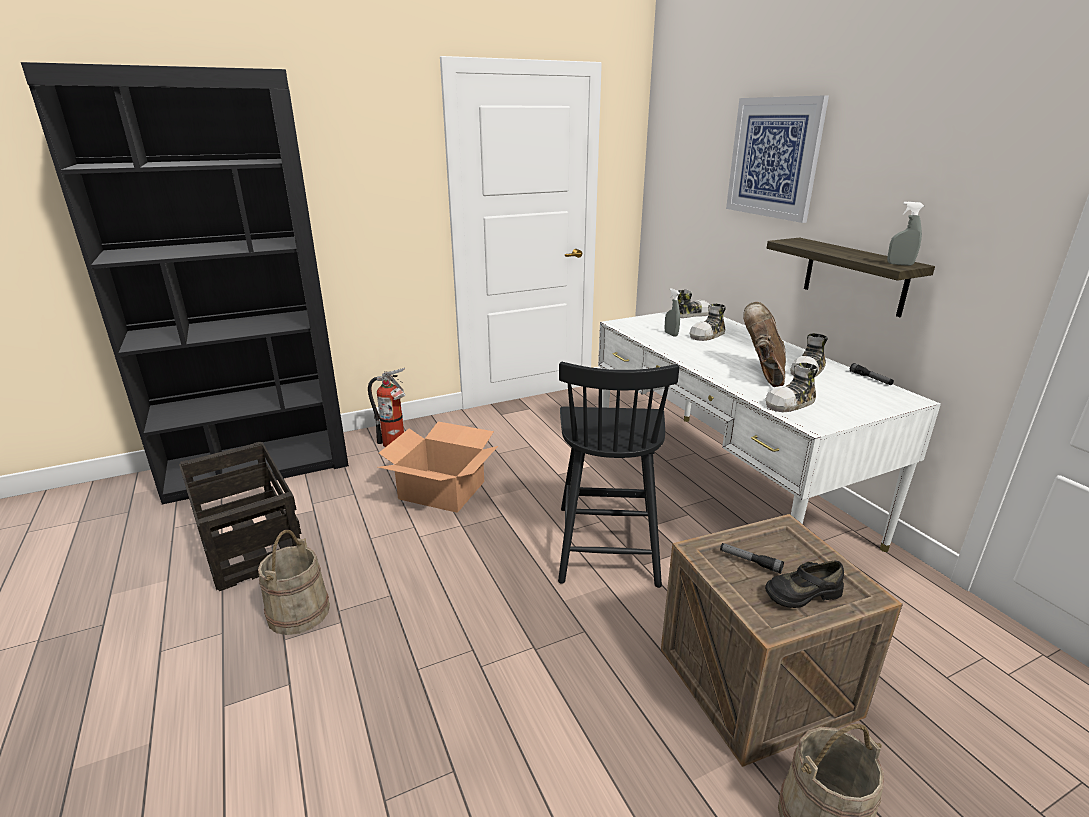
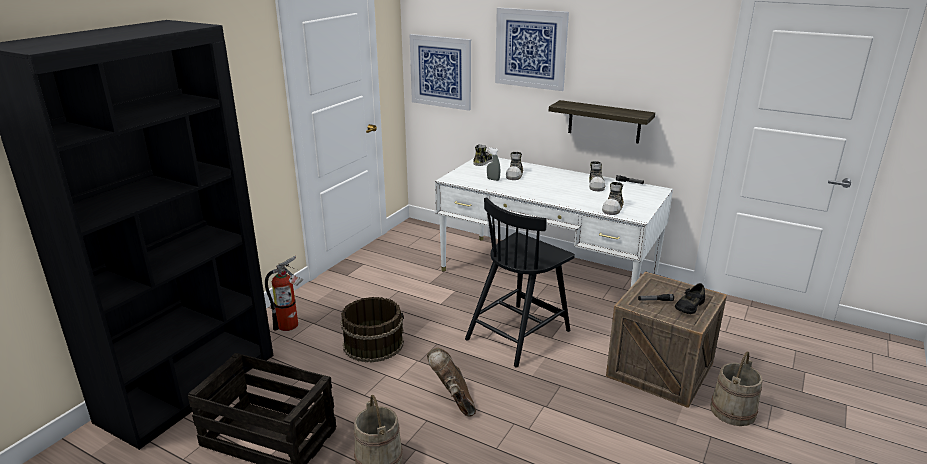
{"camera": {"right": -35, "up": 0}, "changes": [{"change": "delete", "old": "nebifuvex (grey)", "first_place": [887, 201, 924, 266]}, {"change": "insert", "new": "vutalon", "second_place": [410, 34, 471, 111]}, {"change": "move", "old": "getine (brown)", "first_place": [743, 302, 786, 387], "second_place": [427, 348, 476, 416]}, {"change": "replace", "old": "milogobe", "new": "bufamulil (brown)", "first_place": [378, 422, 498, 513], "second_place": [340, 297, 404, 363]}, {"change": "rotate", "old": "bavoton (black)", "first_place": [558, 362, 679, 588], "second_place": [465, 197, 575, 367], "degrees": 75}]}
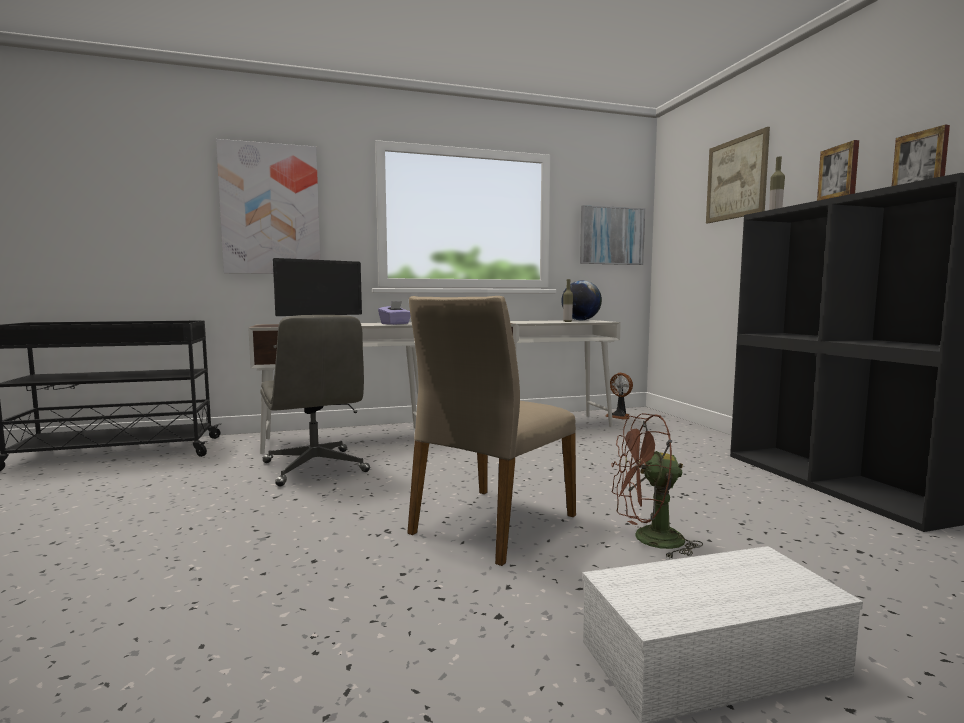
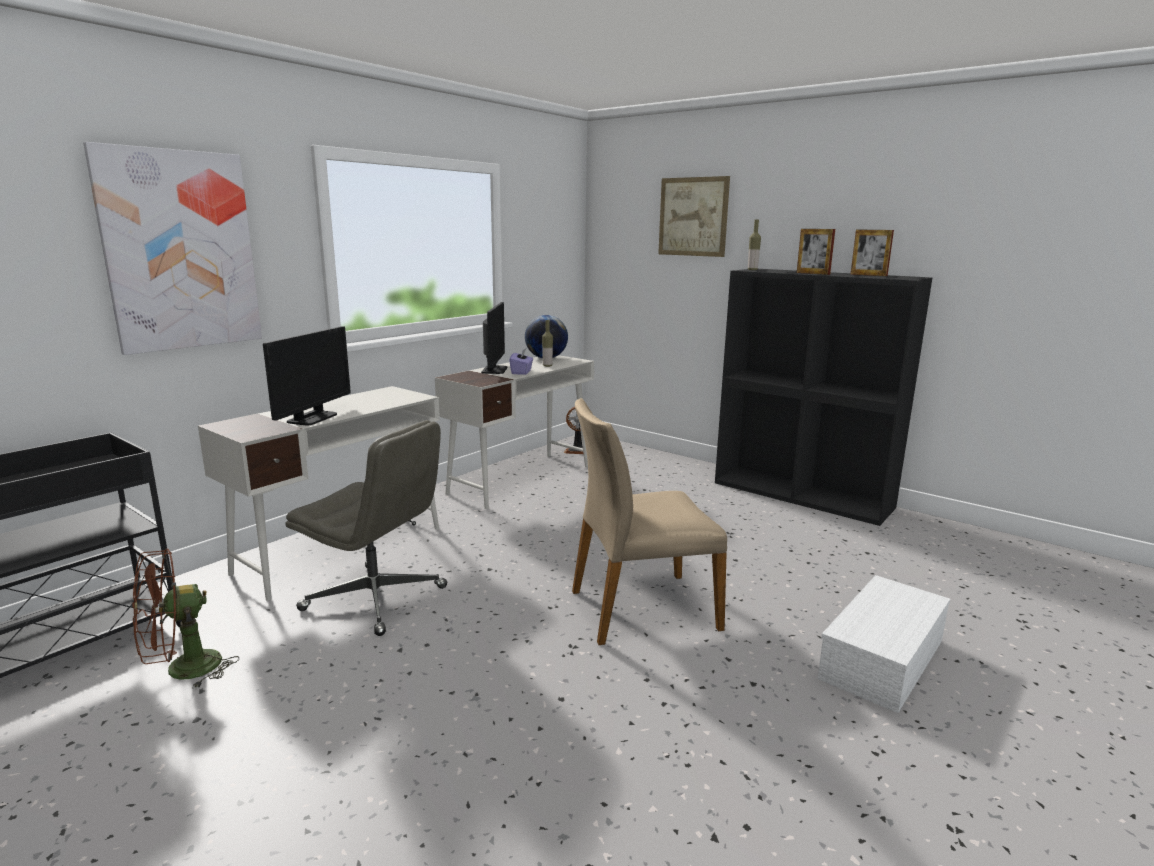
{"camera": {"right": -35, "up": 10}, "changes": [{"change": "delete", "old": "vutalon", "first_place": [580, 205, 645, 265]}, {"change": "insert", "new": "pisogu", "second_place": [481, 302, 508, 374]}, {"change": "move", "old": "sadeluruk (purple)", "first_place": [378, 301, 410, 325], "second_place": [509, 349, 533, 375]}, {"change": "move", "old": "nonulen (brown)", "first_place": [611, 413, 703, 559], "second_place": [132, 548, 239, 689]}, {"change": "rotate", "old": "bavoton (beige)", "first_place": [407, 296, 576, 566], "second_place": [572, 398, 727, 645], "degrees": 75}]}
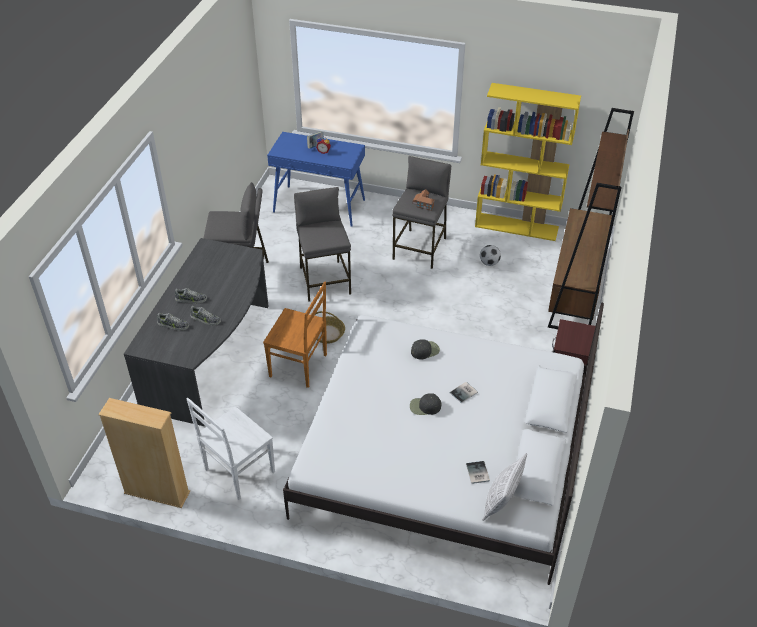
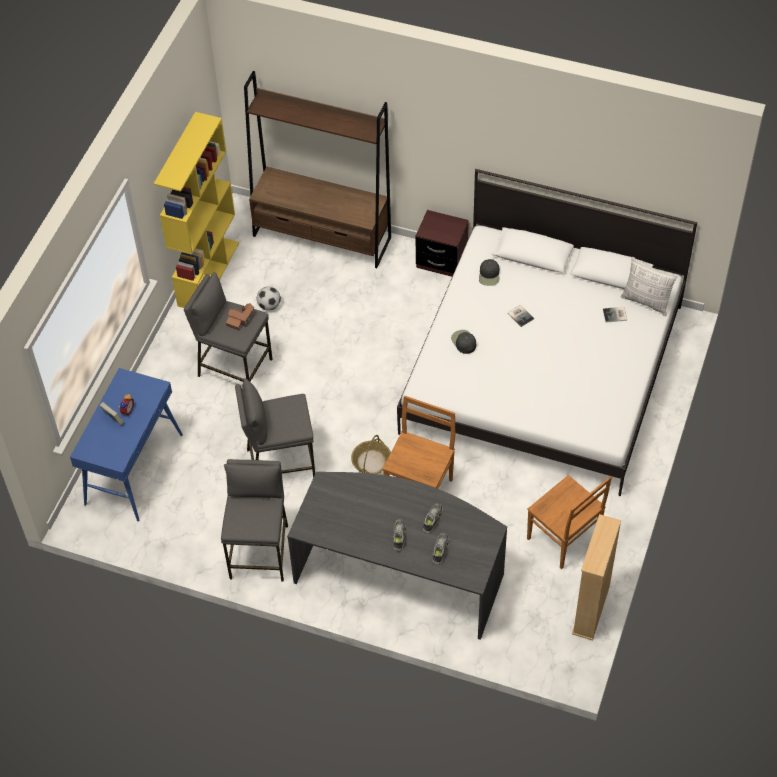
{"camera": {"right": -85, "up": 10}, "changes": [{"change": "move", "old": "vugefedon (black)", "first_place": [410, 393, 441, 415], "second_place": [479, 259, 499, 286]}, {"change": "recolor", "old": "bavoton (white)", "new": "bavoton (brown)", "first_place": [187, 398, 275, 500], "second_place": [527, 475, 612, 569]}]}
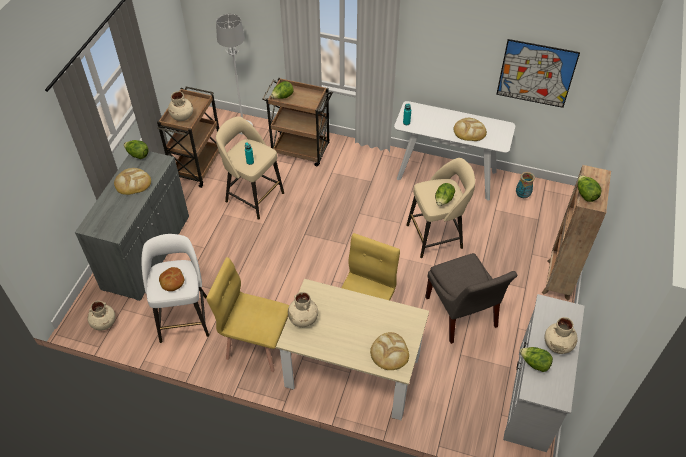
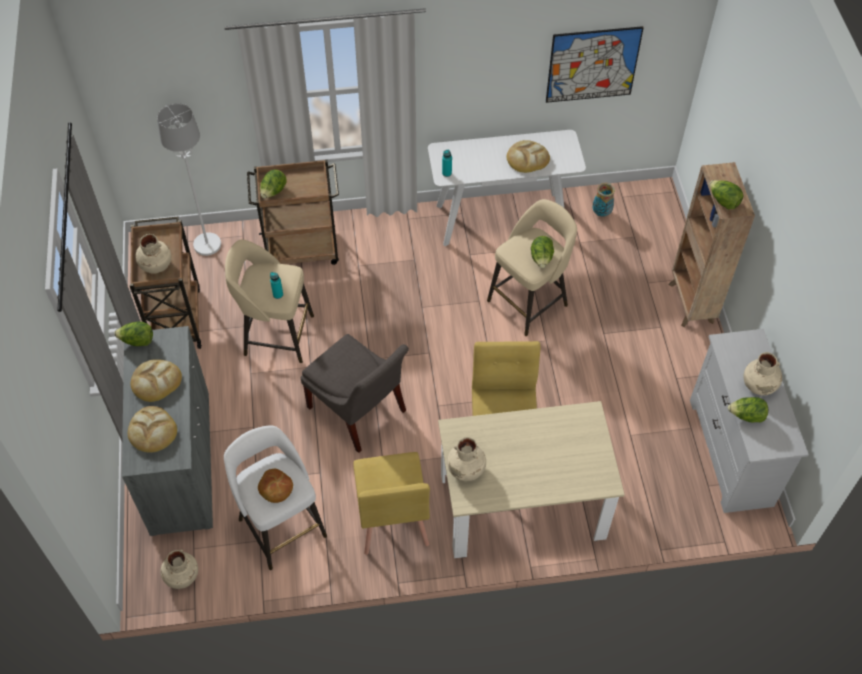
{"camera": {"right": -25, "up": 5}, "changes": [{"change": "move", "old": "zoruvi", "first_place": [370, 332, 409, 370], "second_place": [128, 406, 177, 452]}, {"change": "move", "old": "bavoton (grey)", "first_place": [425, 253, 517, 344], "second_place": [301, 334, 409, 453]}, {"change": "rotate", "old": "bavoton (yellow)", "first_place": [206, 257, 289, 372], "second_place": [353, 452, 430, 555], "degrees": -90}]}
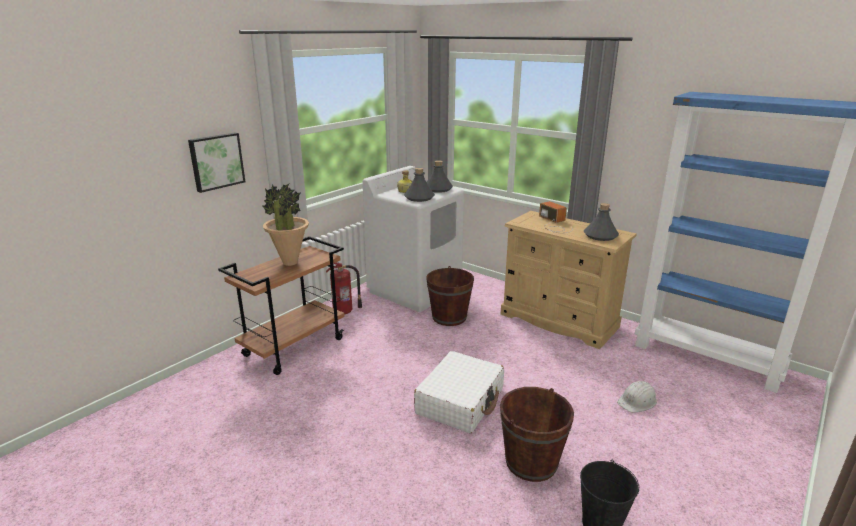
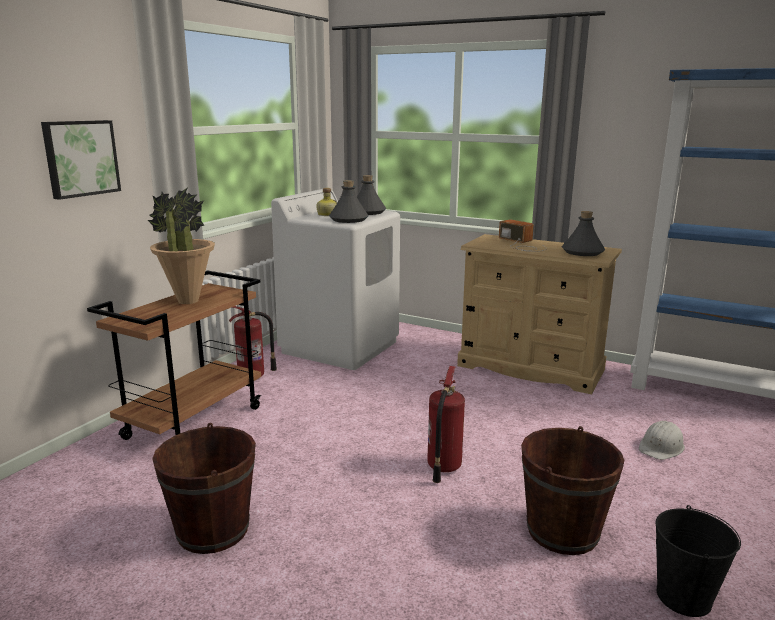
{"camera": {"right": -10, "up": -5}, "changes": [{"change": "move", "old": "bufamulil (brown)", "first_place": [426, 266, 474, 326], "second_place": [152, 423, 256, 554]}, {"change": "replace", "old": "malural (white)", "new": "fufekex", "first_place": [414, 351, 504, 433], "second_place": [427, 366, 465, 483]}]}
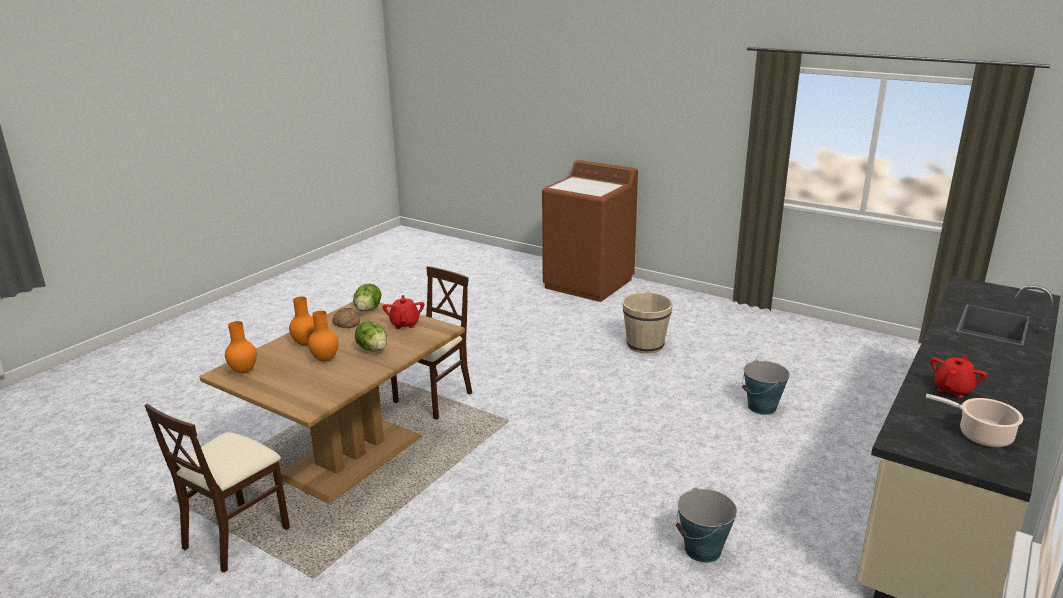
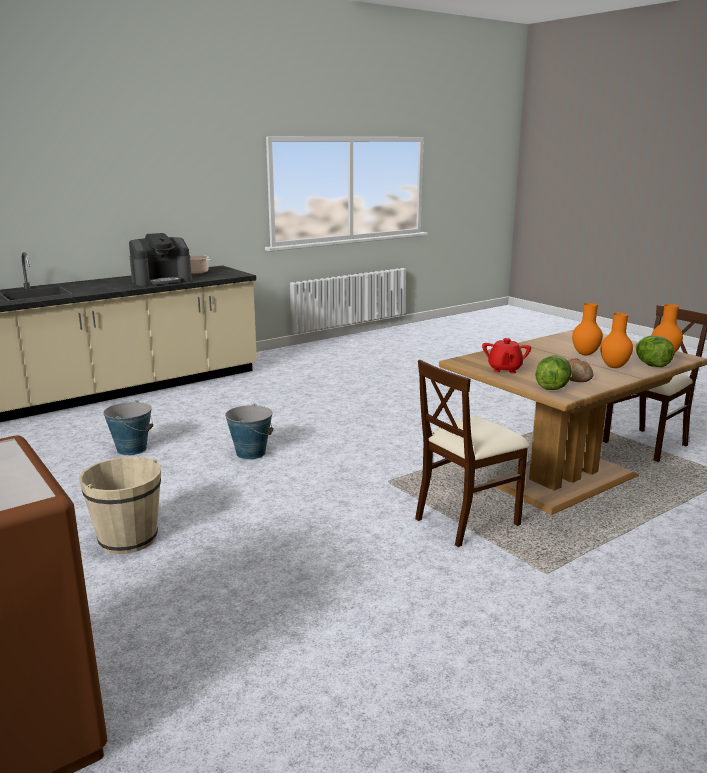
{"camera": {"right": -160, "up": -5}, "changes": [{"change": "move", "old": "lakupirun", "first_place": [355, 321, 387, 352], "second_place": [635, 335, 674, 367]}, {"change": "move", "old": "bufamulil", "first_place": [676, 487, 737, 563], "second_place": [225, 403, 274, 460]}, {"change": "replace", "old": "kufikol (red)", "new": "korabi", "first_place": [931, 355, 987, 398], "second_place": [129, 233, 192, 286]}]}
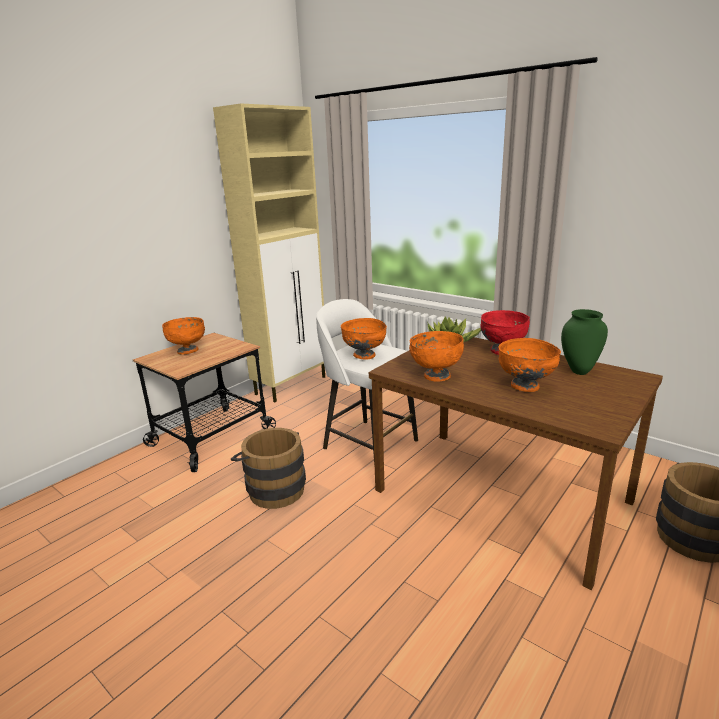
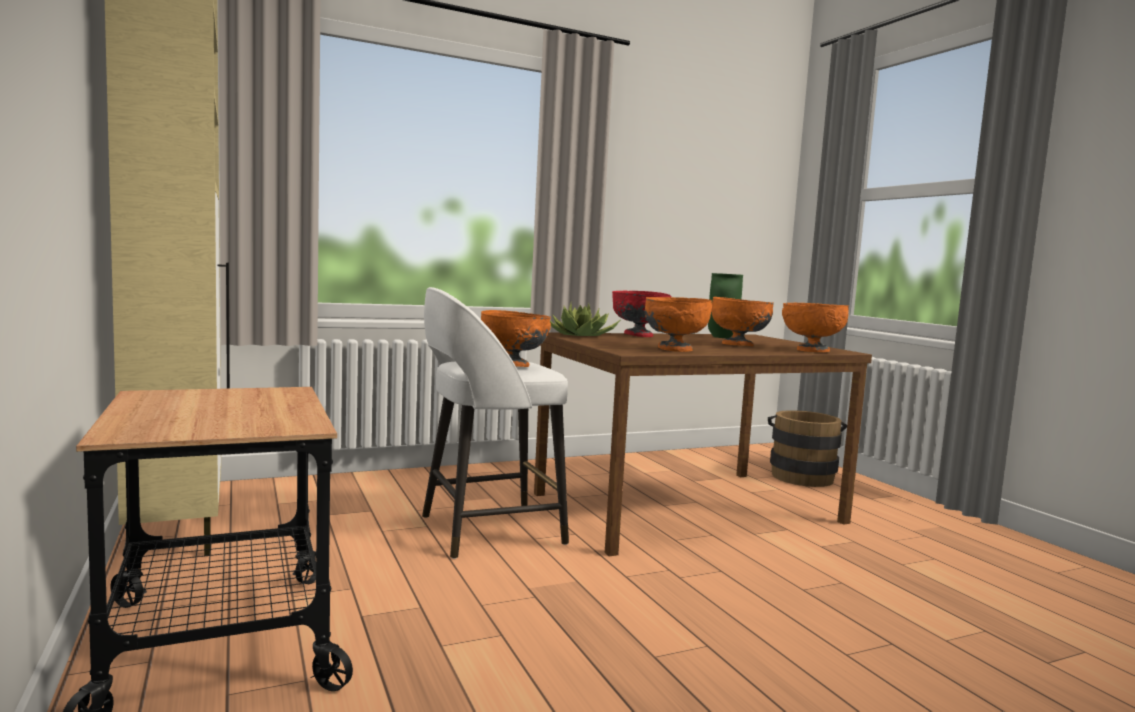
{"camera": {"right": -65, "up": -15}, "changes": [{"change": "delete", "old": "bufamulil (brown)", "first_place": [231, 428, 306, 509]}, {"change": "move", "old": "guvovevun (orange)", "first_place": [162, 317, 205, 355], "second_place": [782, 303, 849, 352]}]}
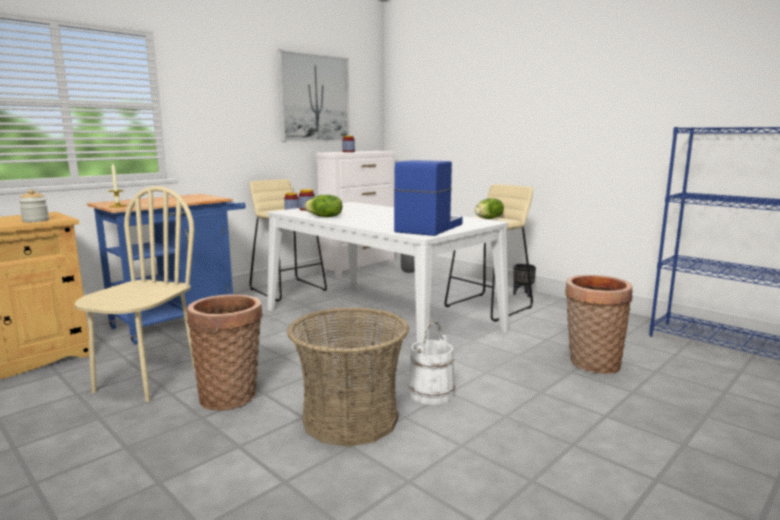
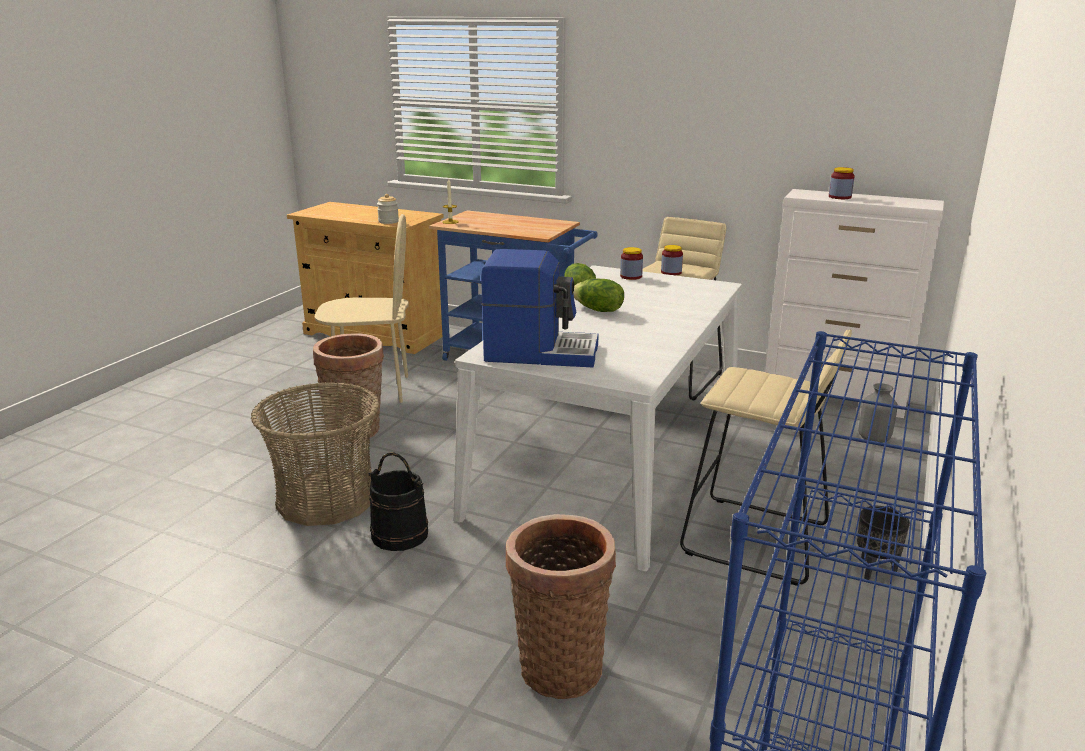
{"camera": {"right": 70, "up": 10}, "changes": [{"change": "delete", "old": "vutalon", "first_place": [277, 49, 350, 142]}, {"change": "move", "old": "lakupirun", "first_place": [474, 198, 504, 219], "second_place": [573, 278, 624, 312]}, {"change": "recolor", "old": "bufamulil (white)", "new": "bufamulil (black)", "first_place": [408, 321, 455, 405], "second_place": [368, 452, 428, 551]}]}
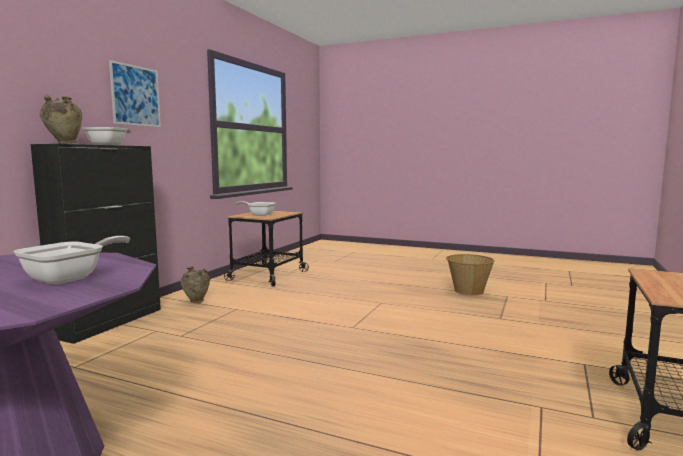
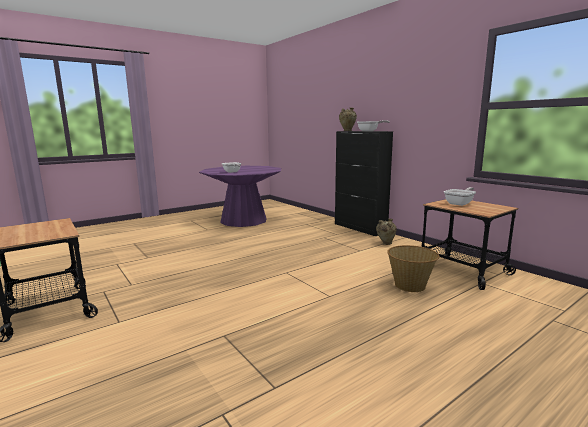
{"camera": {"right": 120, "up": 5}, "changes": [{"change": "delete", "old": "vutalon", "first_place": [109, 60, 161, 127]}, {"change": "move", "old": "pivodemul", "first_place": [446, 254, 494, 296], "second_place": [387, 245, 440, 292]}]}
